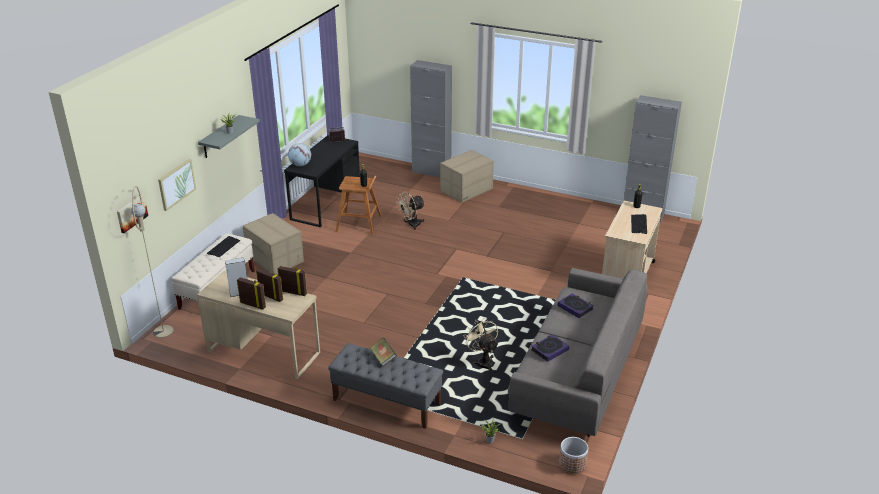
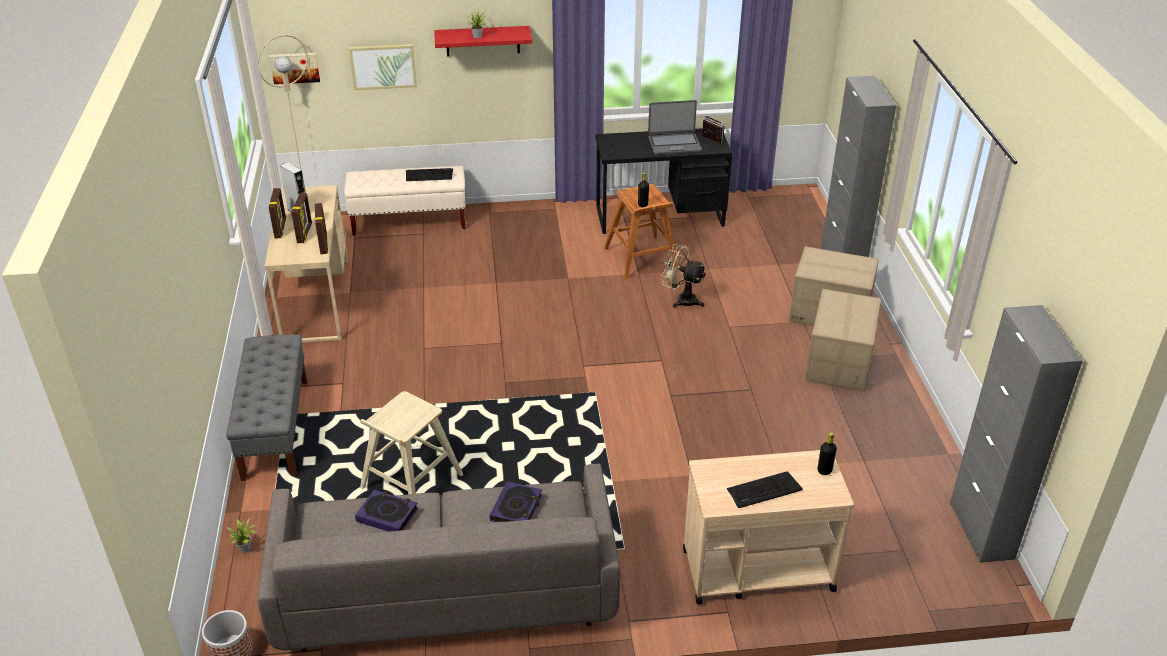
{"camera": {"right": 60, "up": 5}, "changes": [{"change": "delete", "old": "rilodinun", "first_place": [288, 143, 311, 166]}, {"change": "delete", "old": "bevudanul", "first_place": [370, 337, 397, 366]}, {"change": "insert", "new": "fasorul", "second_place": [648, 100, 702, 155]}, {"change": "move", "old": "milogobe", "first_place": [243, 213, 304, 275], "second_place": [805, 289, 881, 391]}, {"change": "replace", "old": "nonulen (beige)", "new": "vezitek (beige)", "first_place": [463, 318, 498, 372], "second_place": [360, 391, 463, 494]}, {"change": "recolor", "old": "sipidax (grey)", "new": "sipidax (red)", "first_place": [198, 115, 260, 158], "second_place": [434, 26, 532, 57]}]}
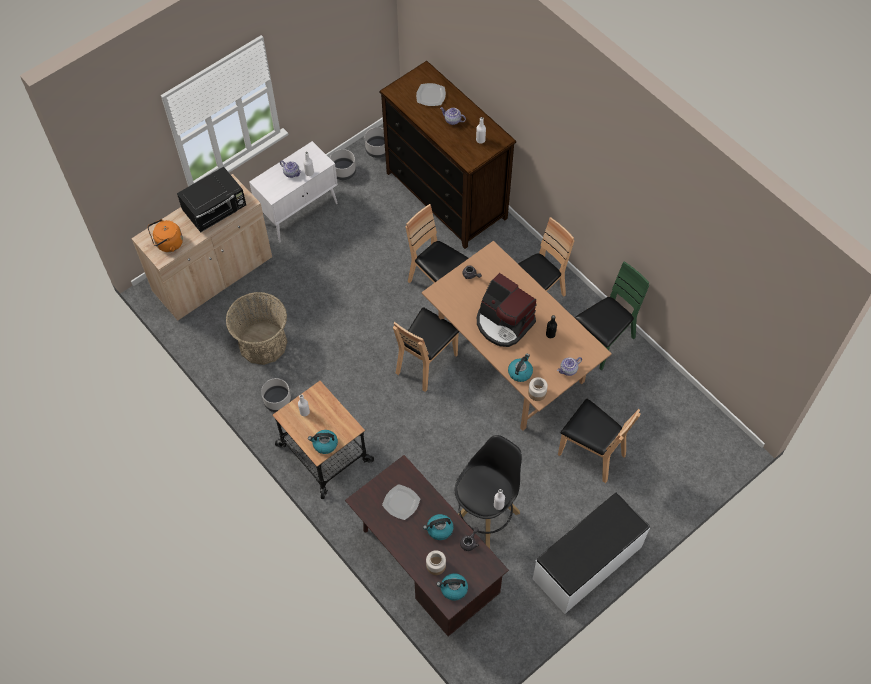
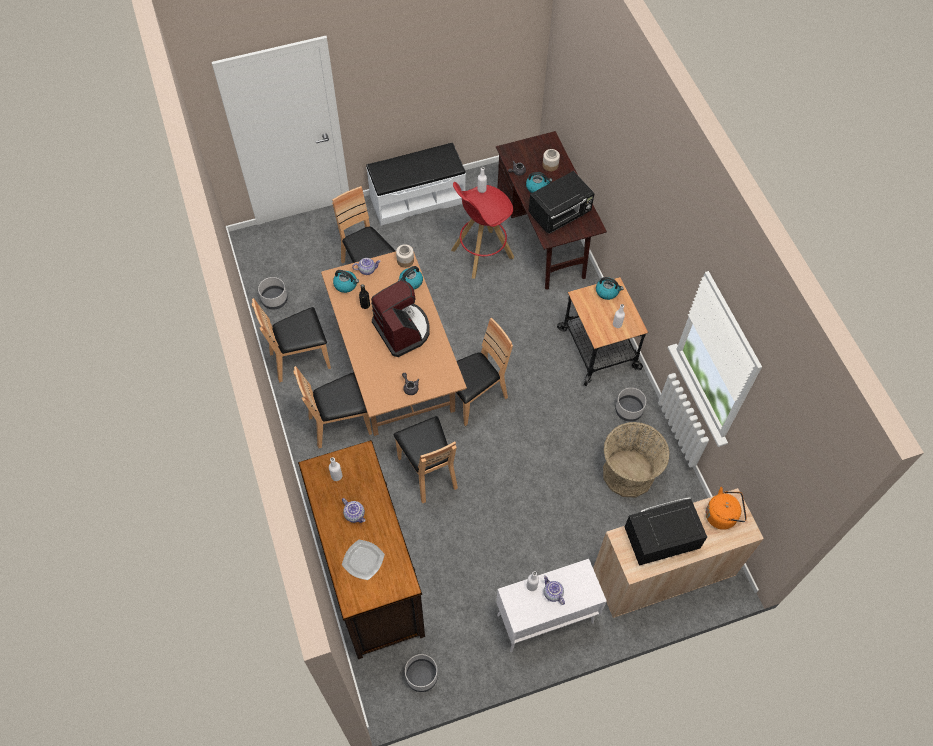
{"camera": {"right": -160, "up": 0}, "changes": [{"change": "move", "old": "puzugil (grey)", "first_place": [330, 149, 356, 180], "second_place": [258, 277, 288, 310]}, {"change": "move", "old": "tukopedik", "first_place": [437, 573, 468, 601], "second_place": [333, 270, 359, 293]}, {"change": "replace", "old": "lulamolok", "new": "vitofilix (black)", "first_place": [382, 484, 420, 520], "second_place": [529, 171, 595, 234]}, {"change": "recolor", "old": "vezitek (black)", "new": "vezitek (red)", "first_place": [455, 435, 522, 549], "second_place": [451, 182, 514, 279]}, {"change": "recolor", "old": "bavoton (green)", "new": "bavoton (brown)", "first_place": [575, 261, 649, 370], "second_place": [252, 298, 331, 382]}]}
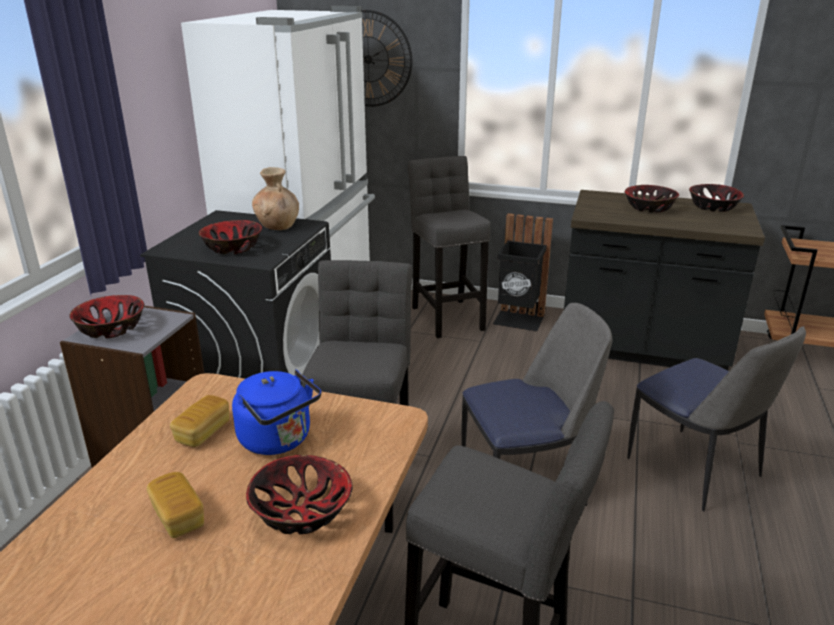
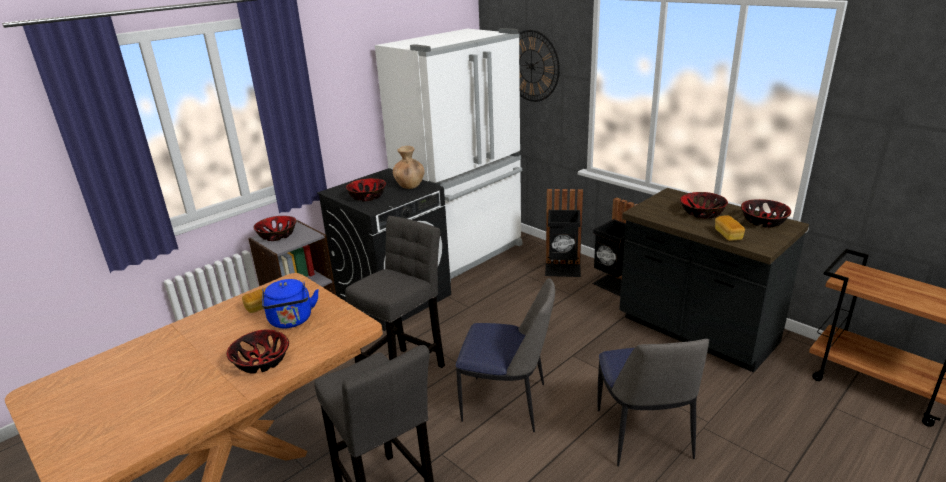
{"camera": {"right": 30, "up": 0}, "changes": [{"change": "move", "old": "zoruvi", "first_place": [147, 472, 204, 538], "second_place": [715, 215, 745, 241]}, {"change": "replace", "old": "vezitek (grey)", "new": "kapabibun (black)", "first_place": [408, 156, 491, 338], "second_place": [545, 189, 583, 277]}]}
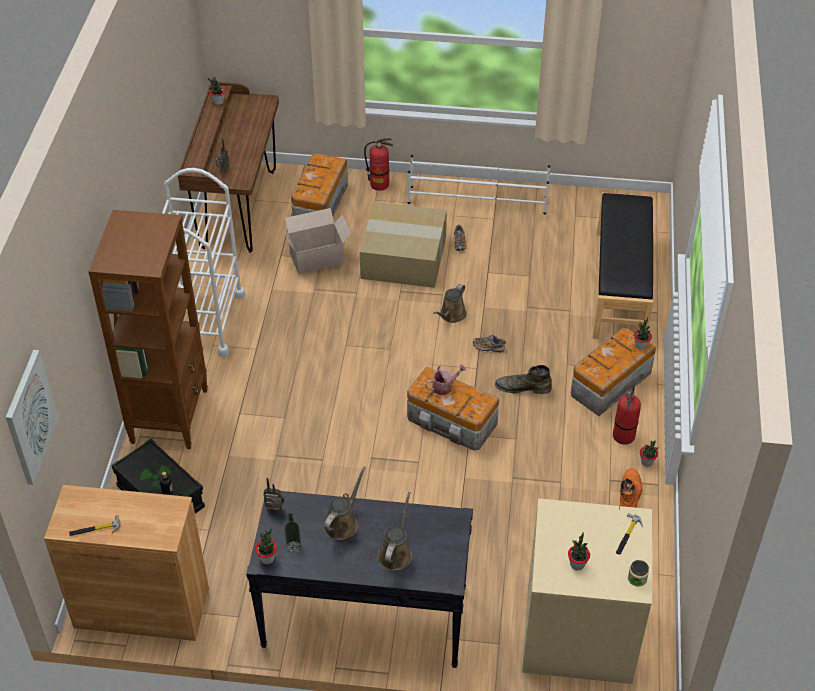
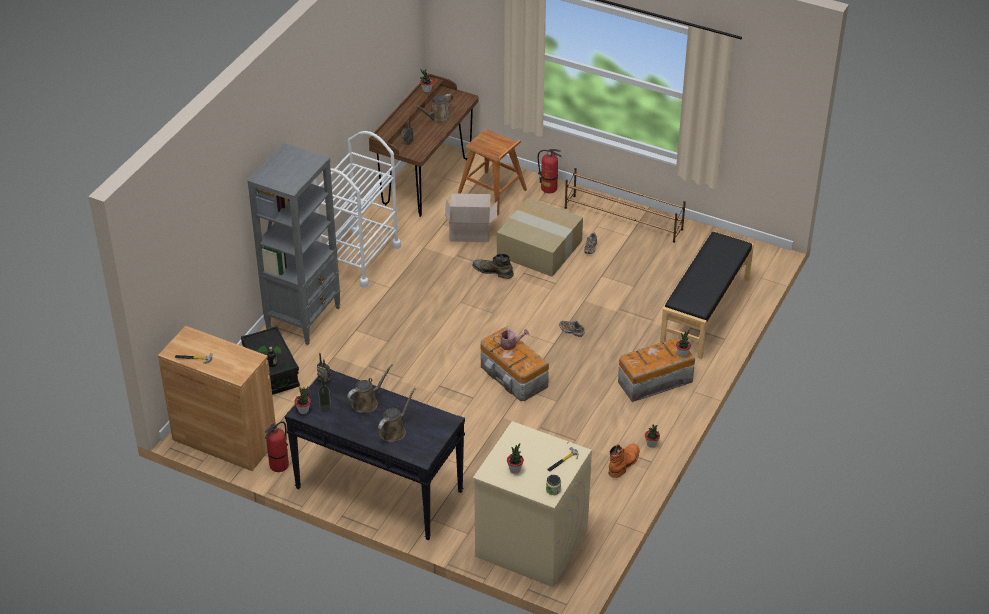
{"camera": {"right": 20, "up": -5}, "changes": [{"change": "delete", "old": "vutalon", "first_place": [6, 350, 59, 485]}, {"change": "move", "old": "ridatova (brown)", "first_place": [433, 284, 467, 323], "second_place": [415, 94, 453, 123]}, {"change": "move", "old": "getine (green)", "first_place": [495, 365, 552, 394], "second_place": [472, 254, 514, 279]}, {"change": "move", "old": "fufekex", "first_place": [613, 385, 641, 445], "second_place": [265, 421, 289, 472]}, {"change": "replace", "old": "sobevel", "new": "vezitek (brown)", "first_place": [291, 153, 348, 216], "second_place": [458, 130, 527, 216]}, {"change": "recolor", "old": "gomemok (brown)", "new": "gomemok (grey)", "first_place": [88, 210, 208, 449], "second_place": [247, 143, 341, 345]}, {"change": "recolor", "old": "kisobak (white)", "new": "kisobak (brown)", "first_place": [408, 155, 550, 215], "second_place": [565, 168, 686, 243]}]}
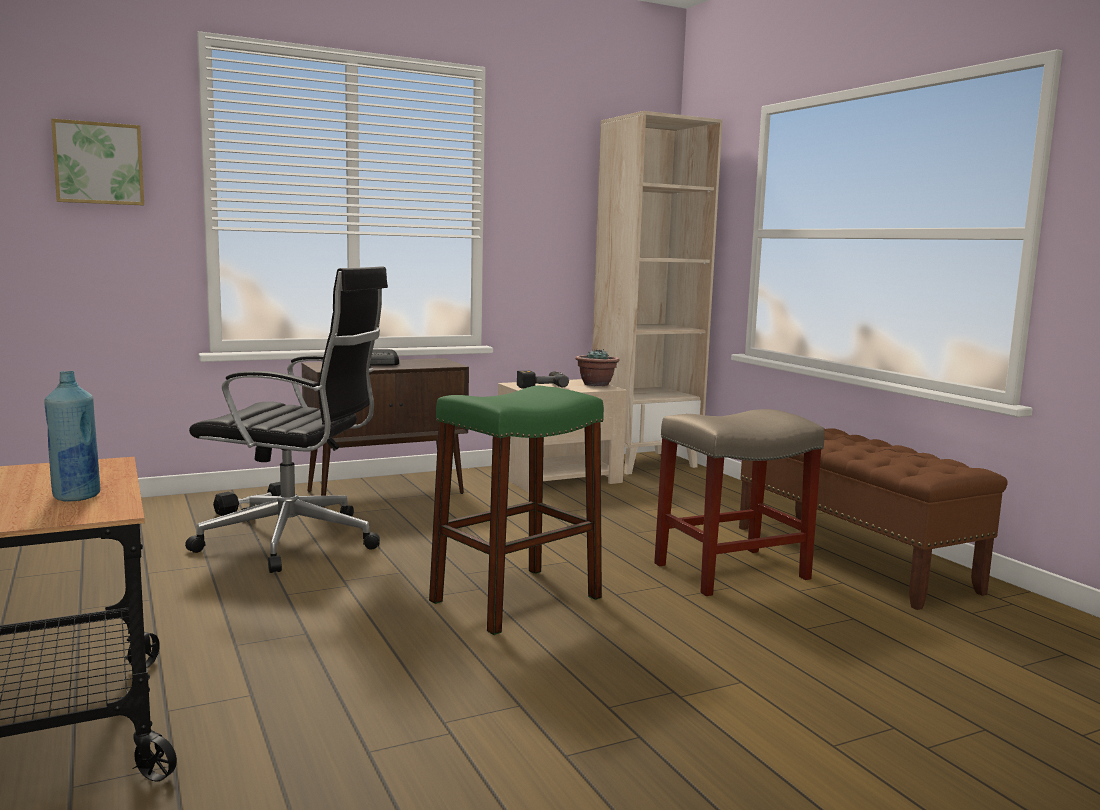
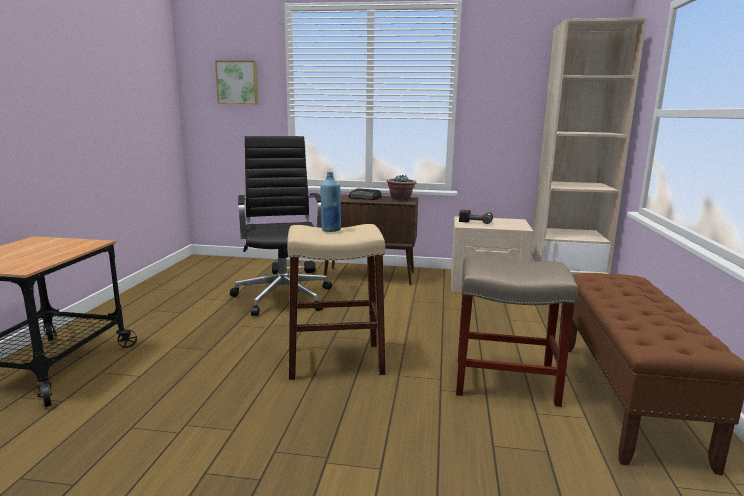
{"camera": {"right": 35, "up": 5}, "changes": [{"change": "move", "old": "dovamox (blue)", "first_place": [44, 371, 101, 502], "second_place": [320, 172, 341, 232]}, {"change": "move", "old": "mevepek", "first_place": [575, 349, 620, 386], "second_place": [386, 174, 417, 201]}, {"change": "recolor", "old": "vezitek (green)", "new": "vezitek (beige)", "first_place": [429, 386, 604, 635], "second_place": [287, 224, 386, 380]}, {"change": "rotate", "old": "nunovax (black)", "first_place": [185, 266, 388, 573], "second_place": [230, 136, 332, 316], "degrees": -150}]}
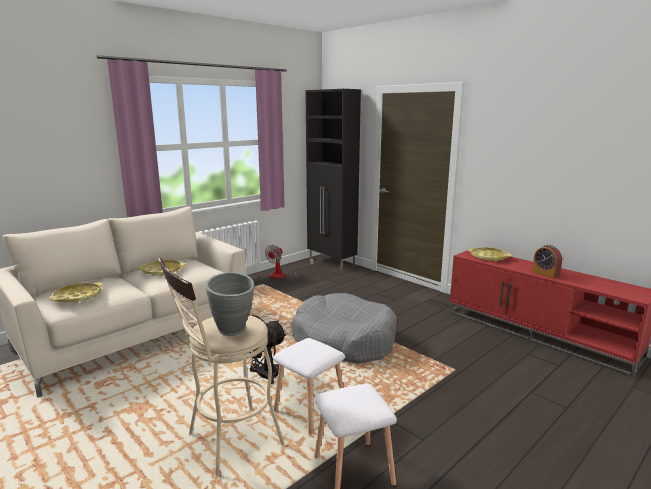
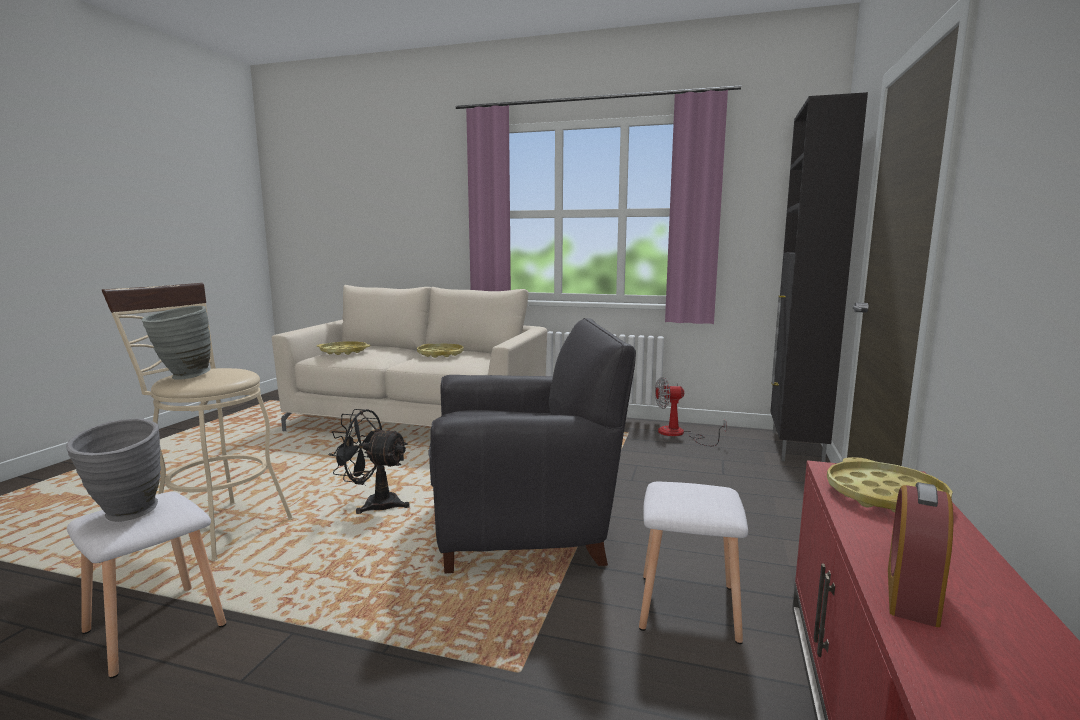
{"camera": {"right": 60, "up": -5}, "changes": [{"change": "insert", "new": "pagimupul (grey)", "second_place": [66, 419, 161, 522]}, {"change": "move", "old": "vezitek (white)", "first_place": [273, 338, 345, 435], "second_place": [639, 482, 748, 644]}, {"change": "replace", "old": "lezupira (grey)", "new": "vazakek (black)", "first_place": [291, 293, 397, 364], "second_place": [428, 318, 636, 573]}]}
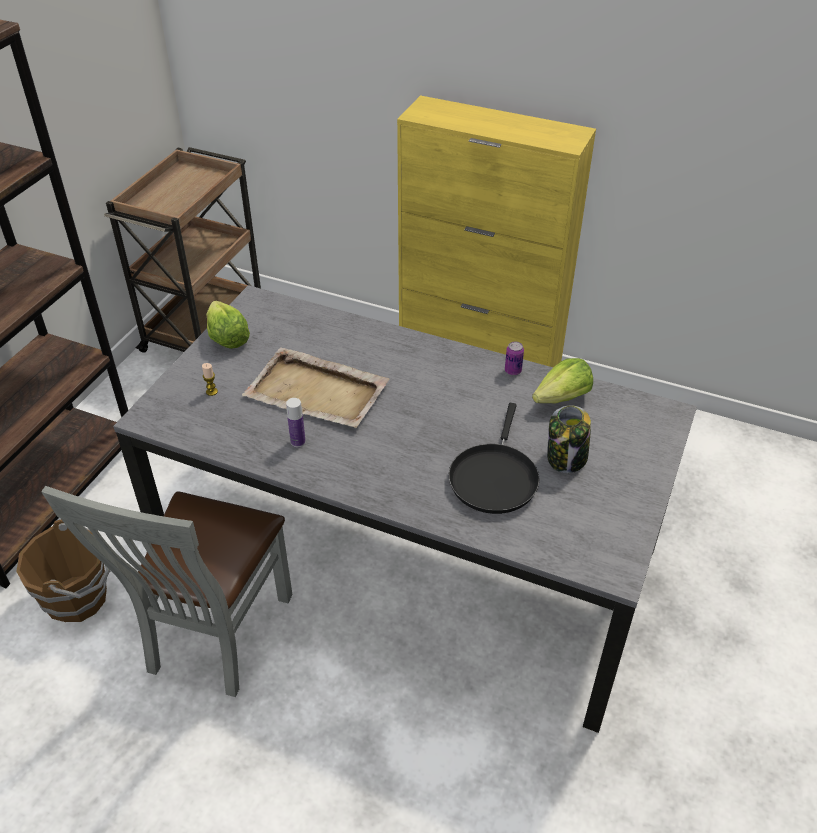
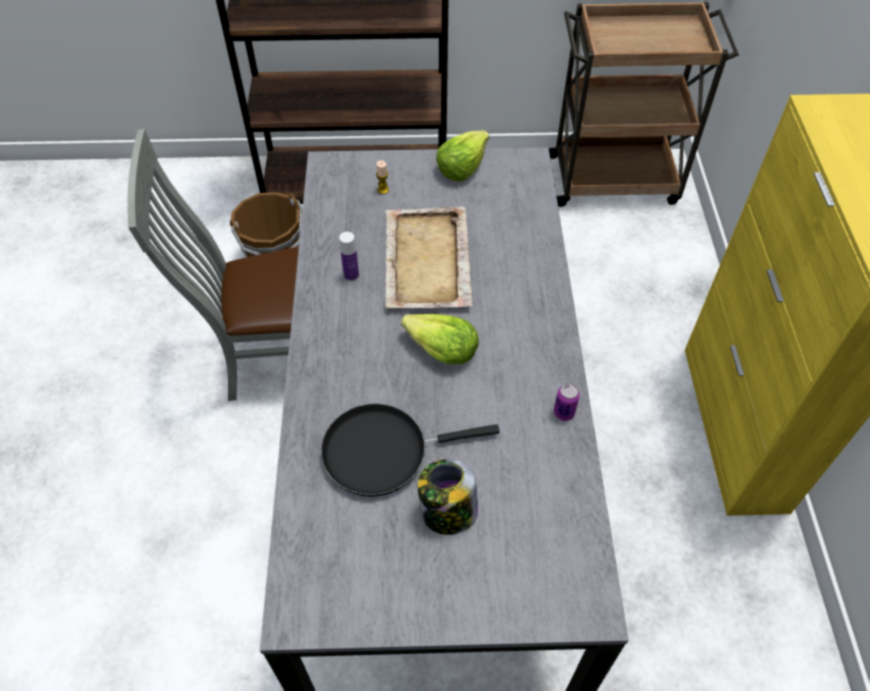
{"camera": {"right": 65, "up": 10}, "changes": [{"change": "move", "old": "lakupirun", "first_place": [532, 358, 593, 403], "second_place": [401, 314, 479, 364]}]}
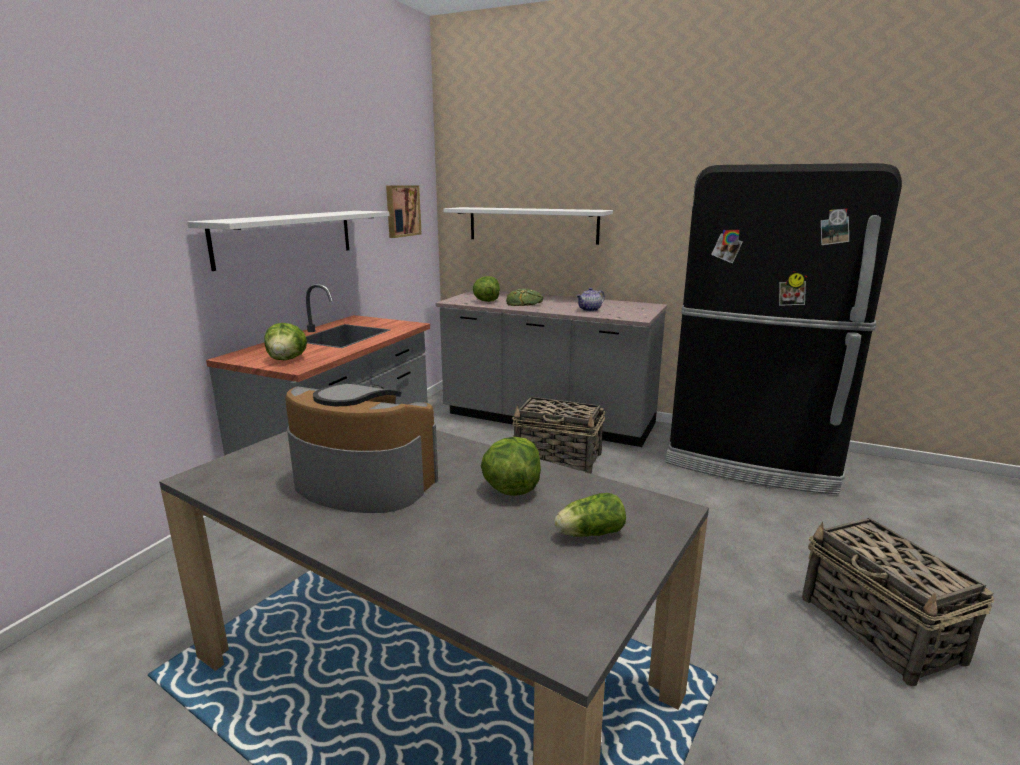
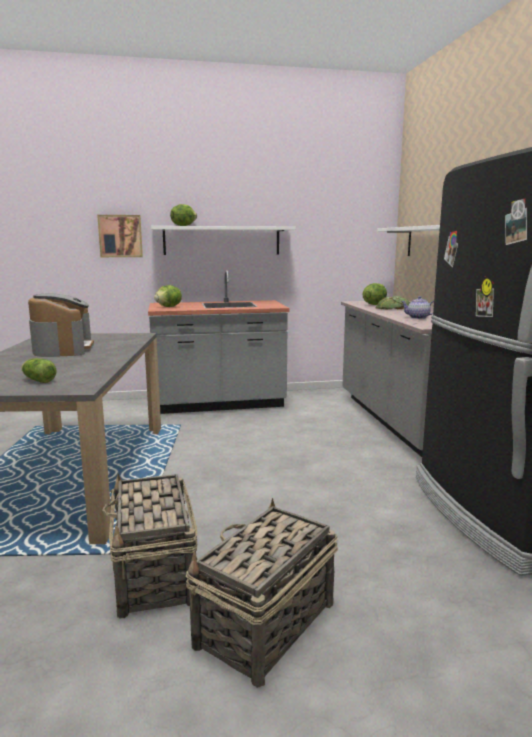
{"camera": {"right": 55, "up": -5}, "changes": [{"change": "move", "old": "vutalon", "first_place": [386, 185, 422, 238], "second_place": [97, 215, 143, 257]}, {"change": "move", "old": "lakupirun", "first_place": [481, 437, 541, 496], "second_place": [170, 204, 197, 226]}, {"change": "move", "old": "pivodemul", "first_place": [512, 397, 605, 474], "second_place": [102, 474, 198, 618]}]}
